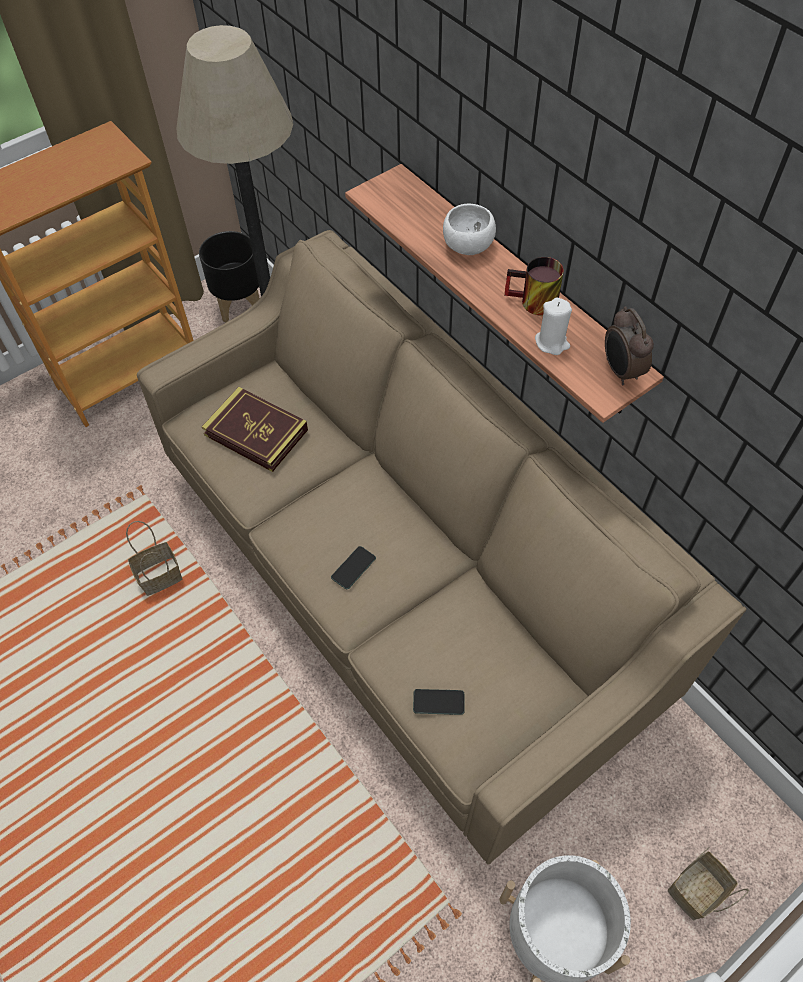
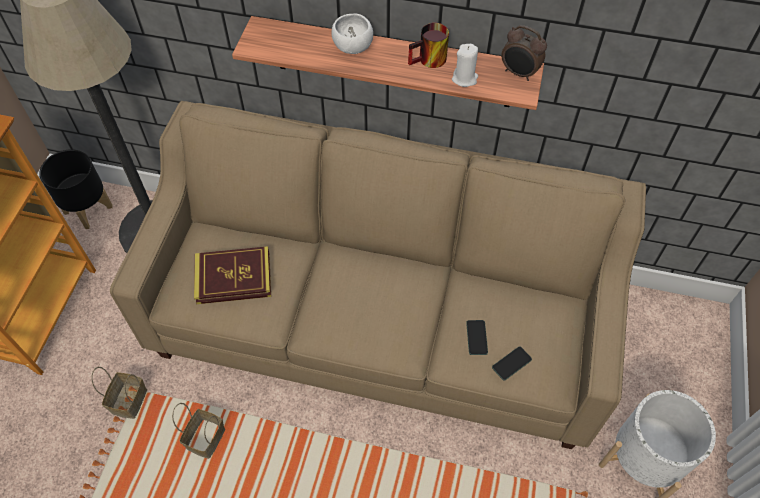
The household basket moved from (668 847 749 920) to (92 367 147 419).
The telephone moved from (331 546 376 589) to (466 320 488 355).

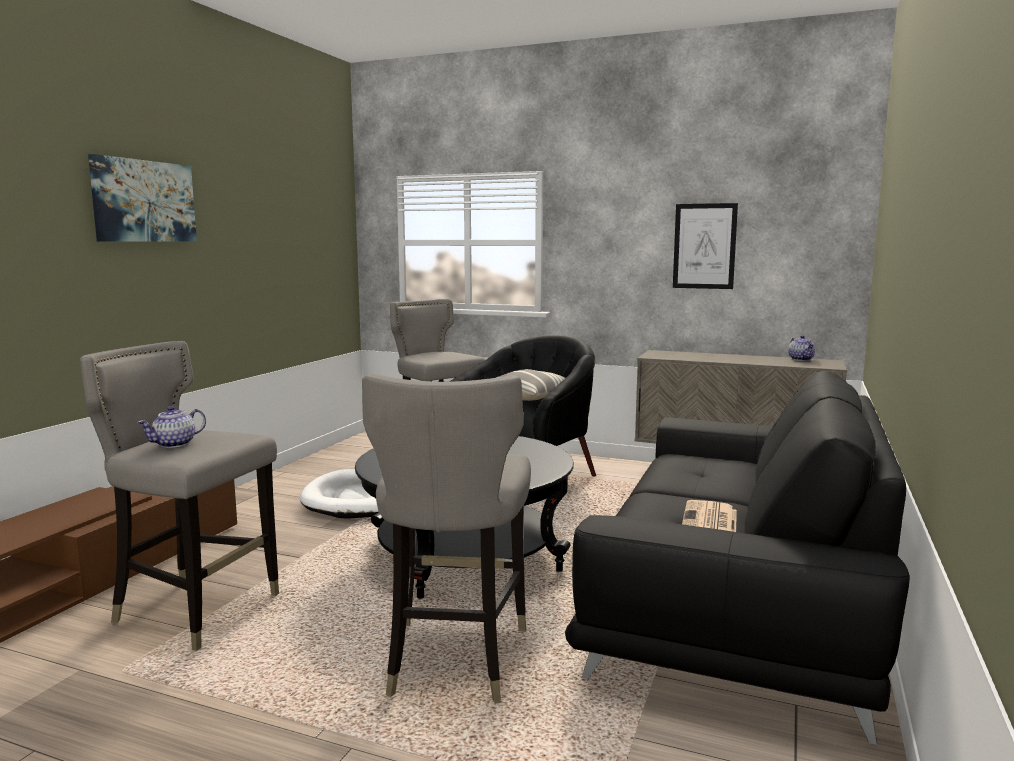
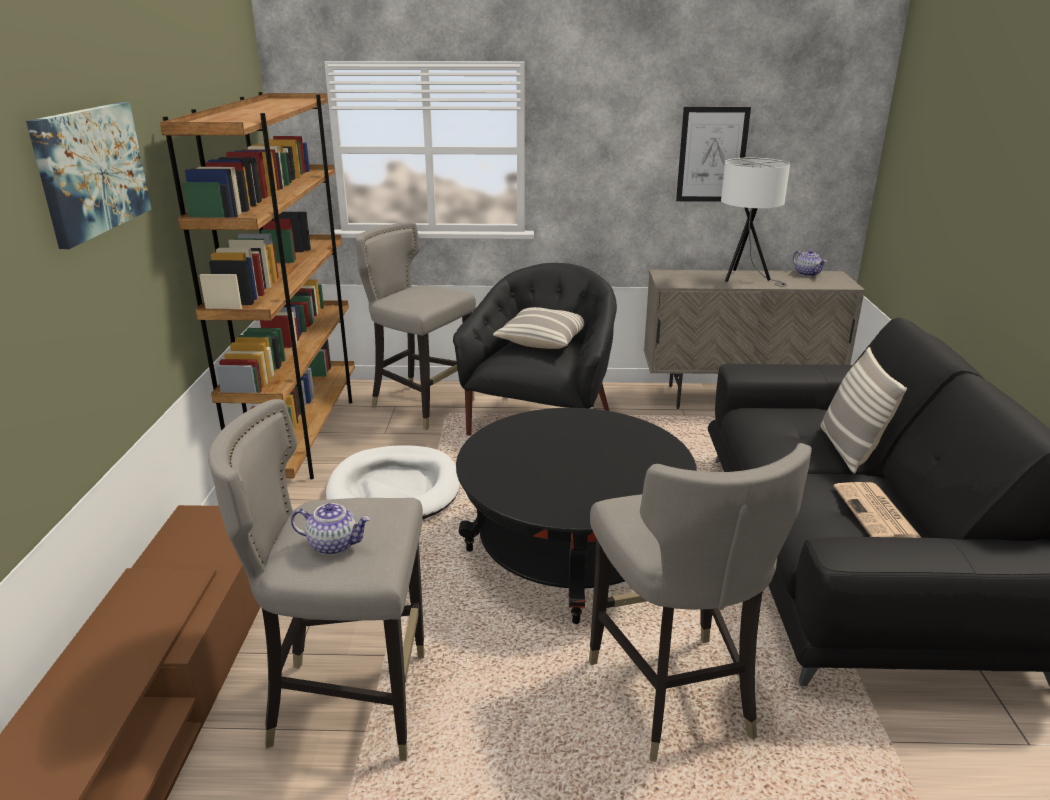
The brown-coloured bookshelf at (160 92 355 479) appeared.
The tea pot at (138 406 206 448) turned 105 degrees counterclockwise.
The white tabletop lamp at (721 158 790 286) appeared.
The pillow at (820 347 907 473) appeared.

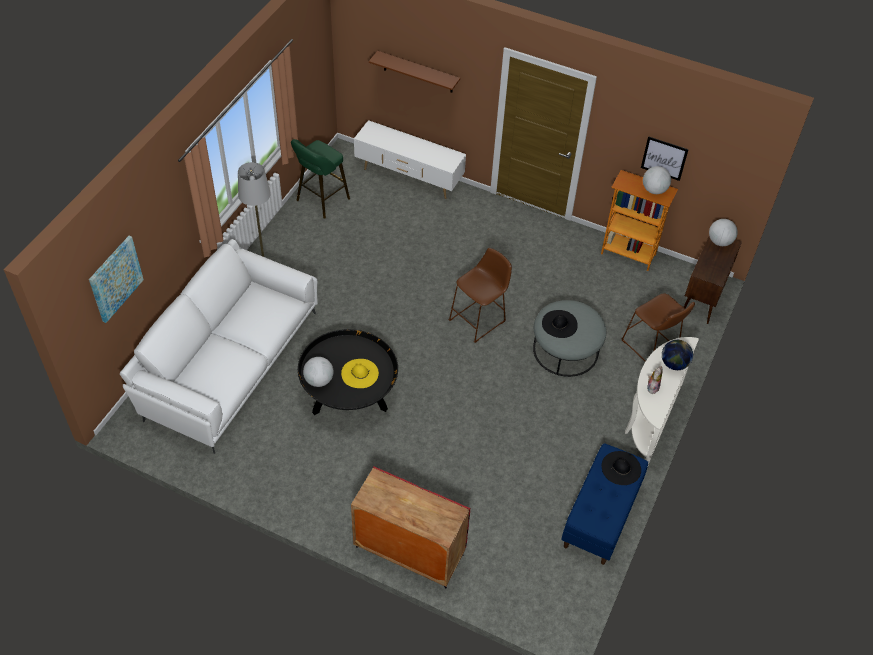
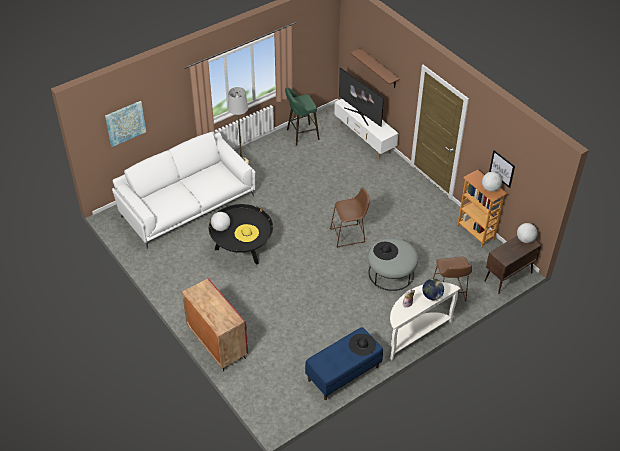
The TV set at (339 68 384 127) appeared.

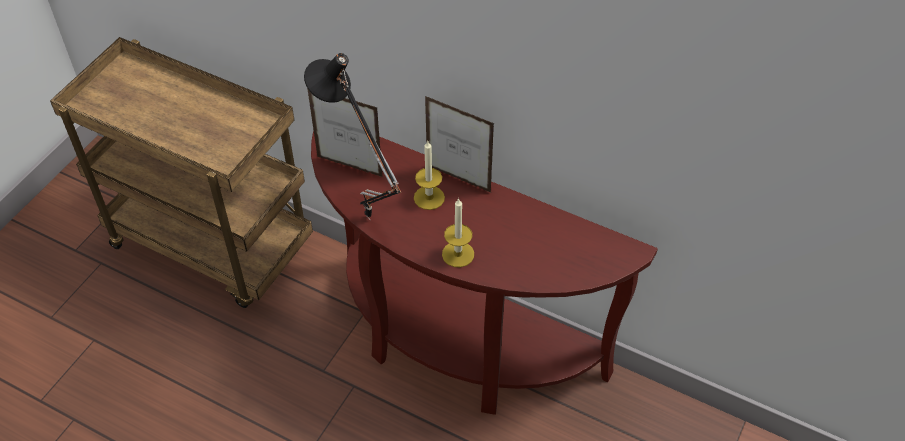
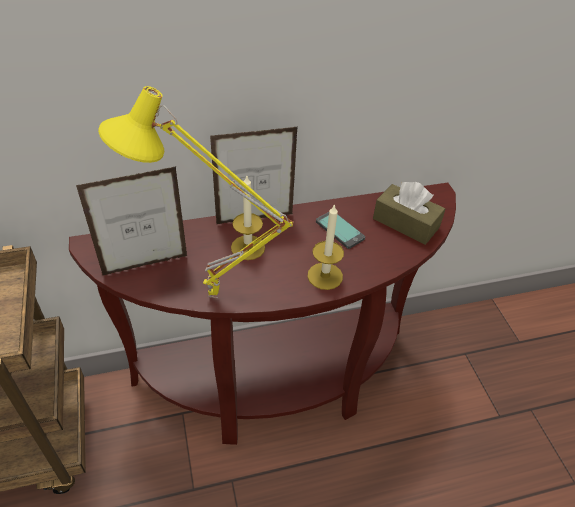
The black-coloured tabletop lamp at (304 53 401 220) became the yellow tabletop lamp at (98 86 294 298).
The telephone at (316 212 365 249) appeared.
The brown-coloured tissue box at (373 182 445 245) appeared.

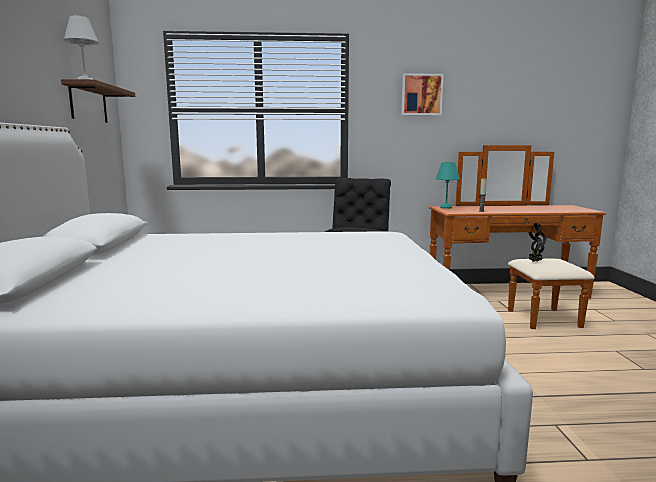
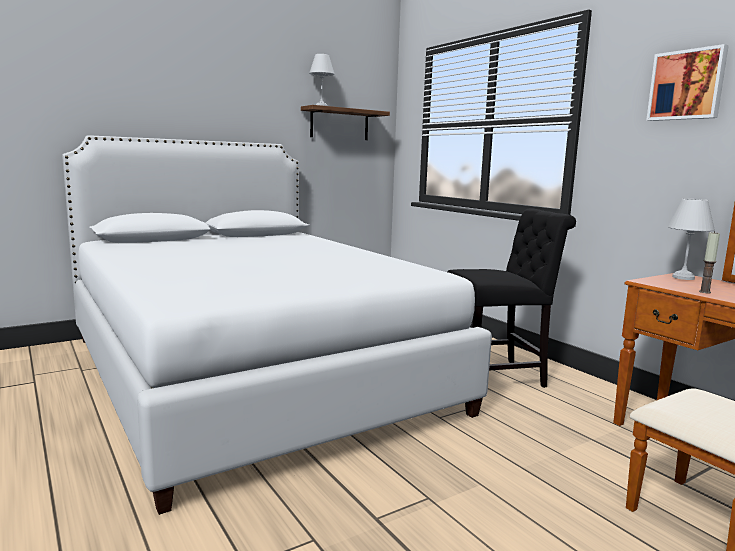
The turquoise tabletop lamp at (436 162 460 209) became the white tabletop lamp at (668 199 715 280).
The plant in a pot at (528 223 547 262) disappeared.

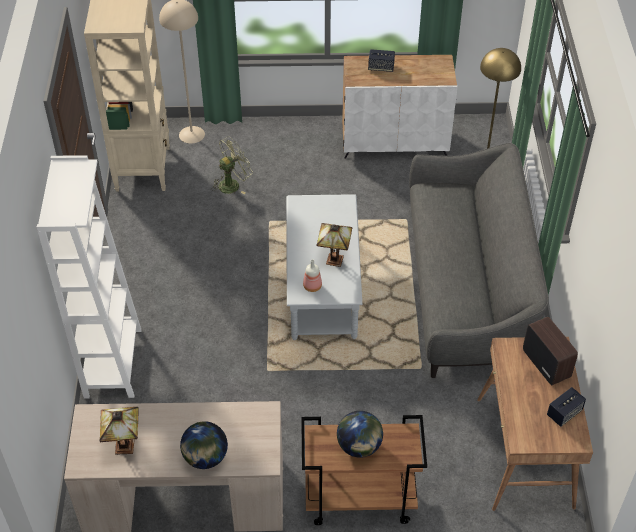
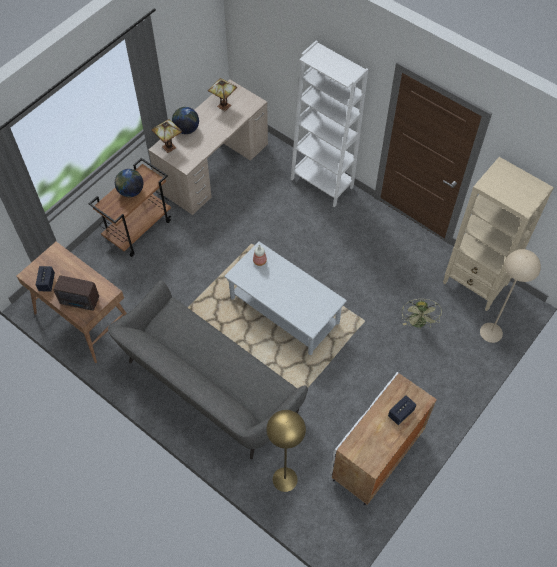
The tabletop lamp moved from (317 223 352 267) to (151 119 182 153).

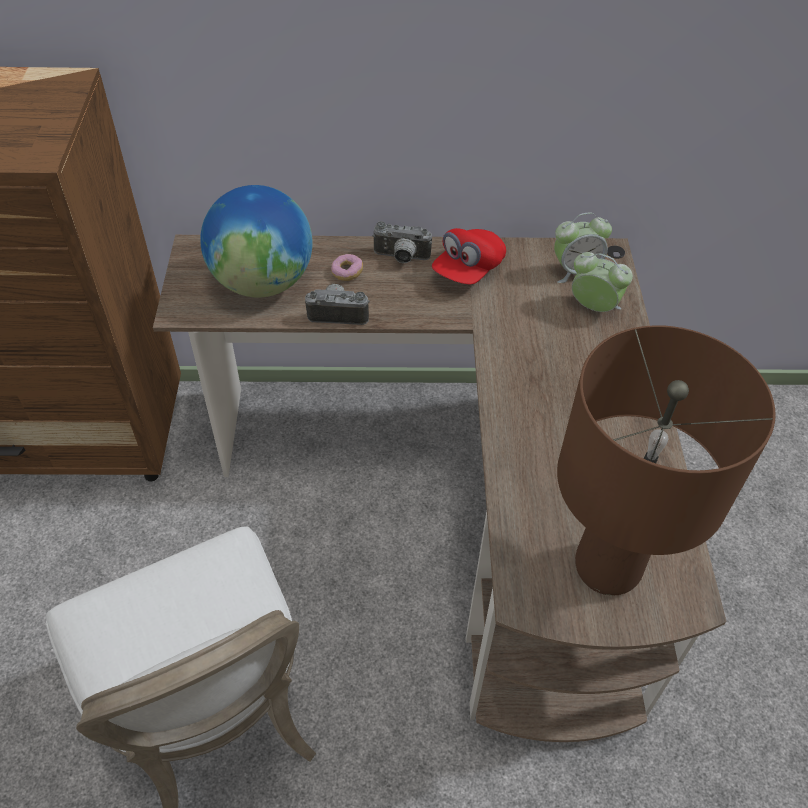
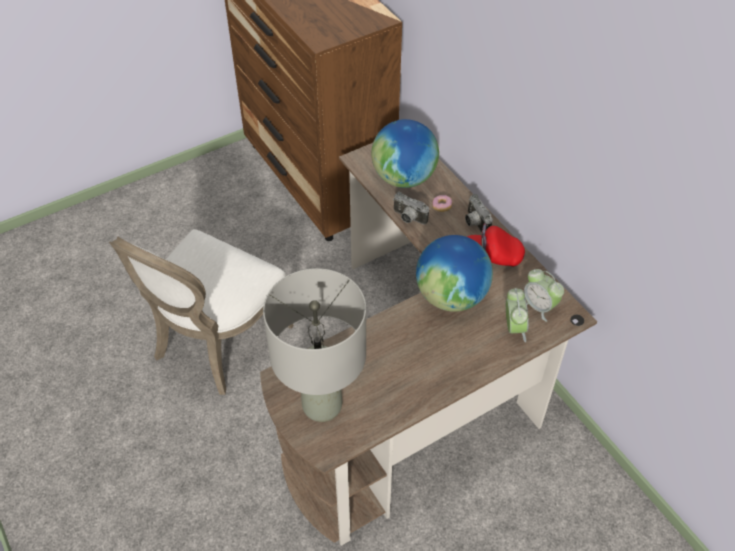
The brown-coloured tabletop lamp at (557 325 776 596) became the greyish tabletop lamp at (263 268 366 422).
The still camera at (305 284 370 325) turned 150 degrees clockwise.
The desk globe at (416 235 493 312) appeared.

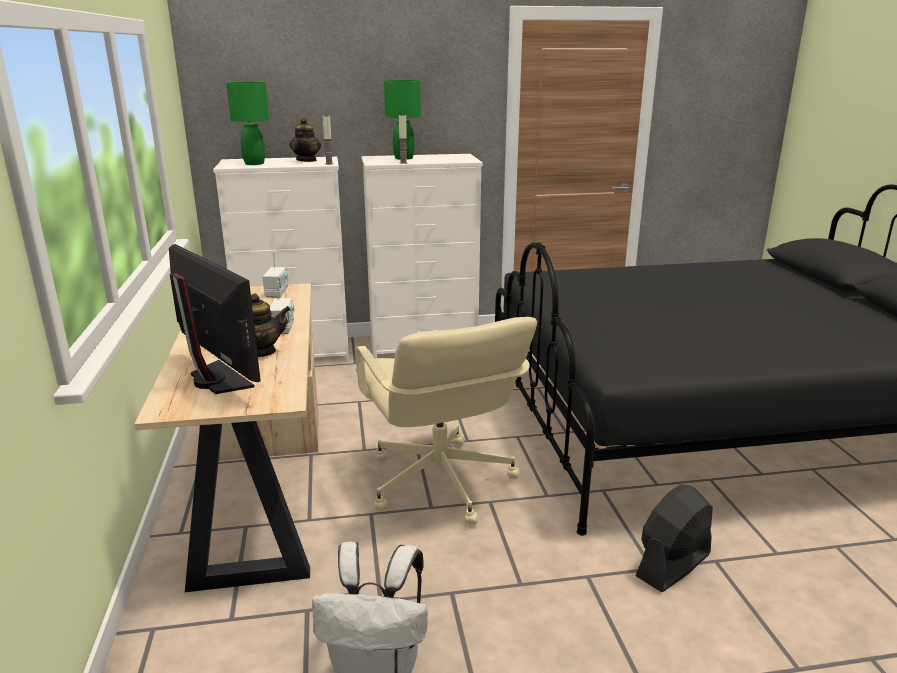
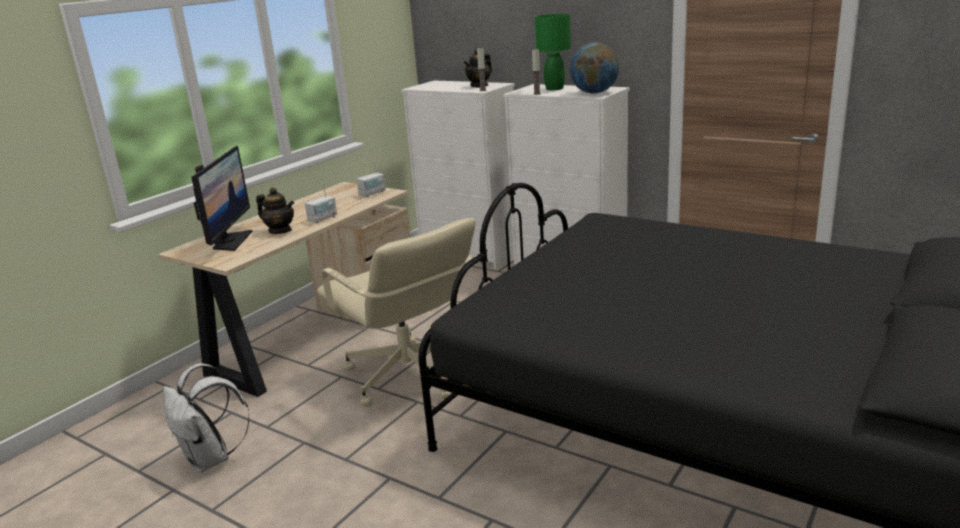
The beige office chair at (356 317 537 525) turned 60 degrees counterclockwise.
The desk globe at (569 42 619 93) appeared.
The green tabletop lamp at (226 81 269 165) disappeared.
The black-coloured electric fan at (636 484 713 592) disappeared.

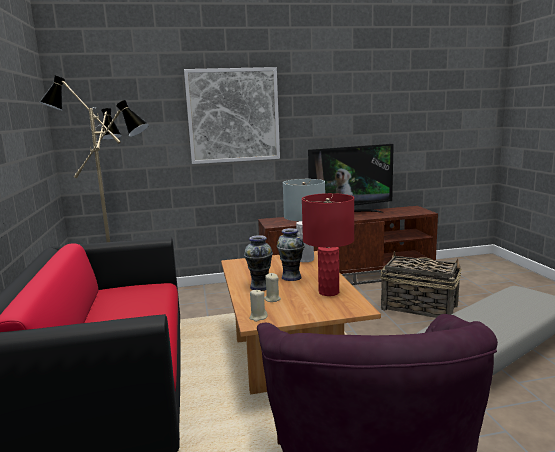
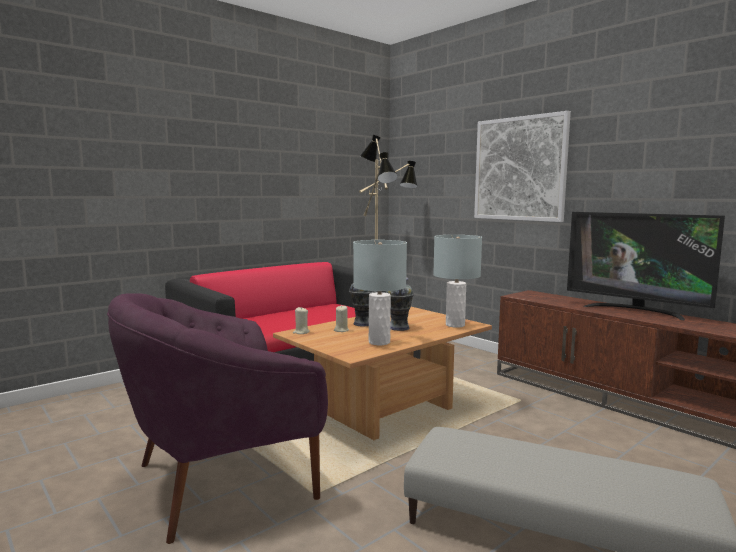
The red tabletop lamp at (302 193 354 296) became the greyish tabletop lamp at (353 240 407 345).
The household basket at (380 251 462 318) disappeared.

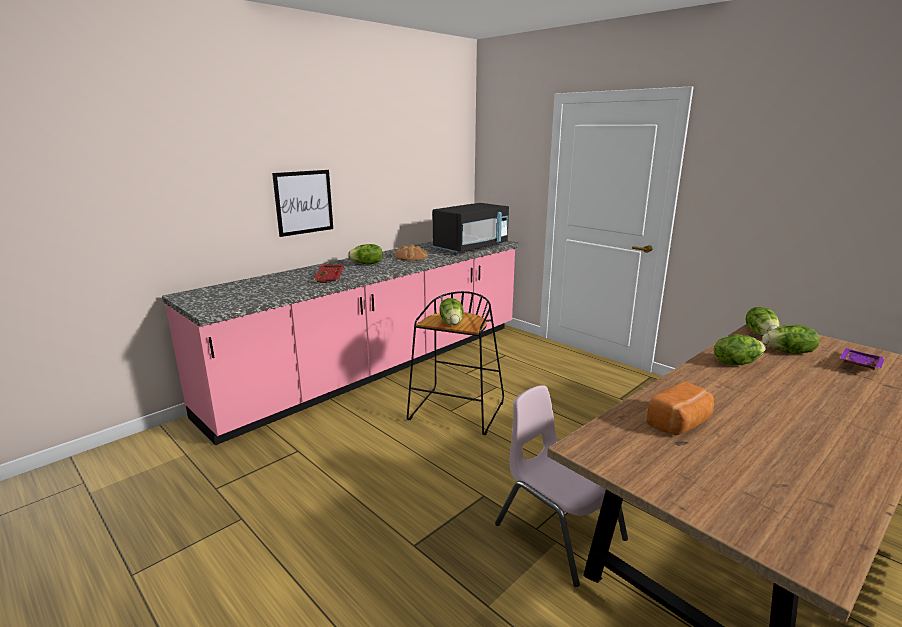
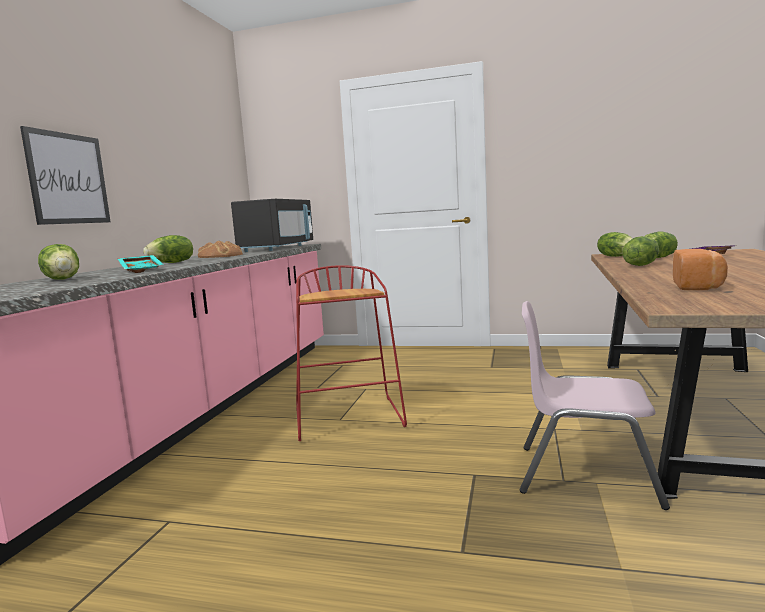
The lettuce moved from (439 298 463 325) to (38 244 79 280).
The red tray at (313 264 345 283) became the turquoise tray at (118 255 163 273).
The black-coloured sitting stool at (407 291 504 435) became the red sitting stool at (296 265 407 441).

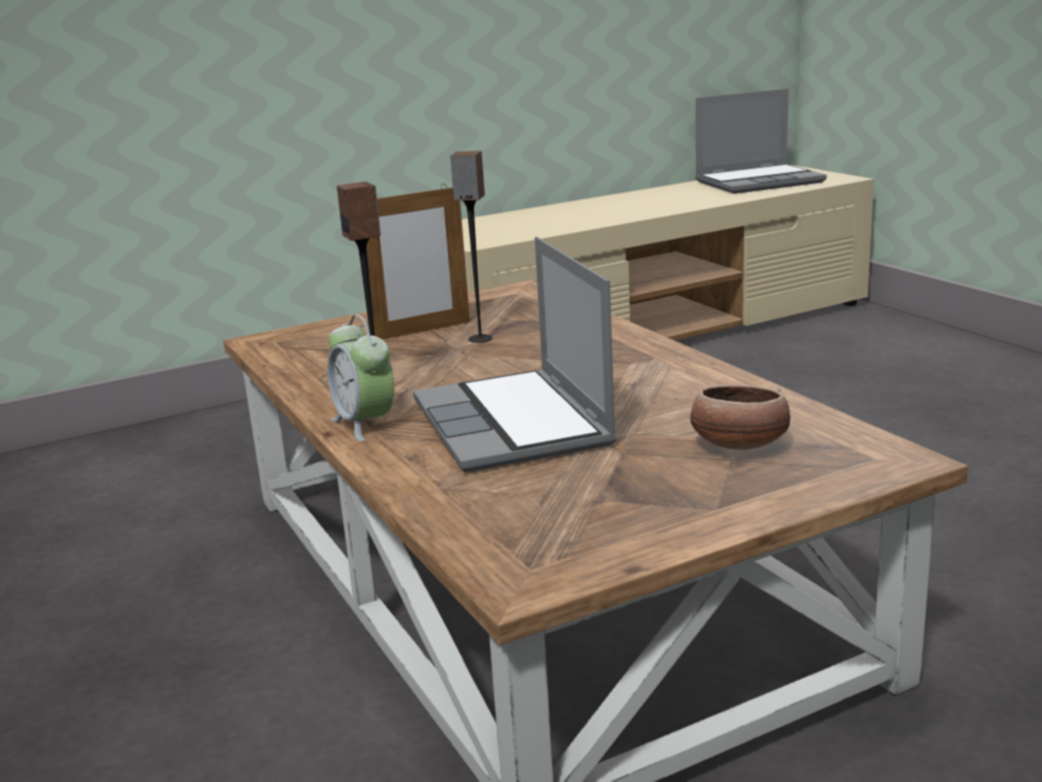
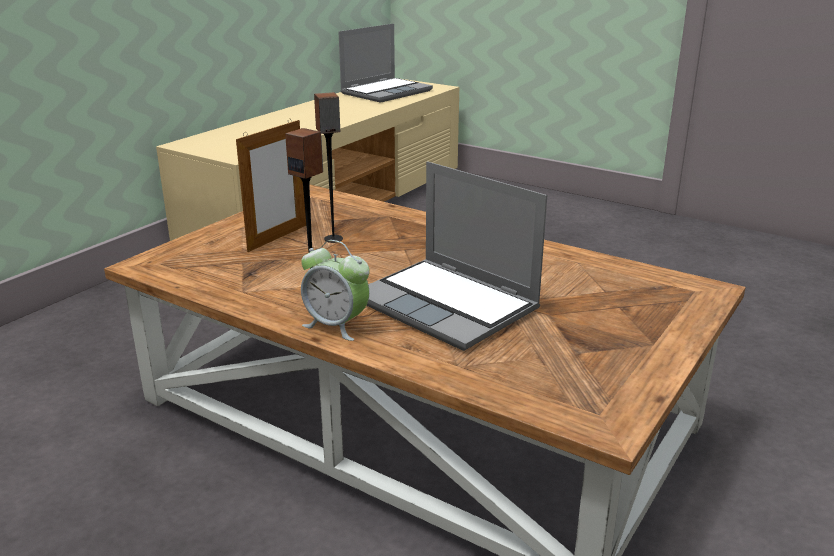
The serving bowl at (690 384 790 450) disappeared.

